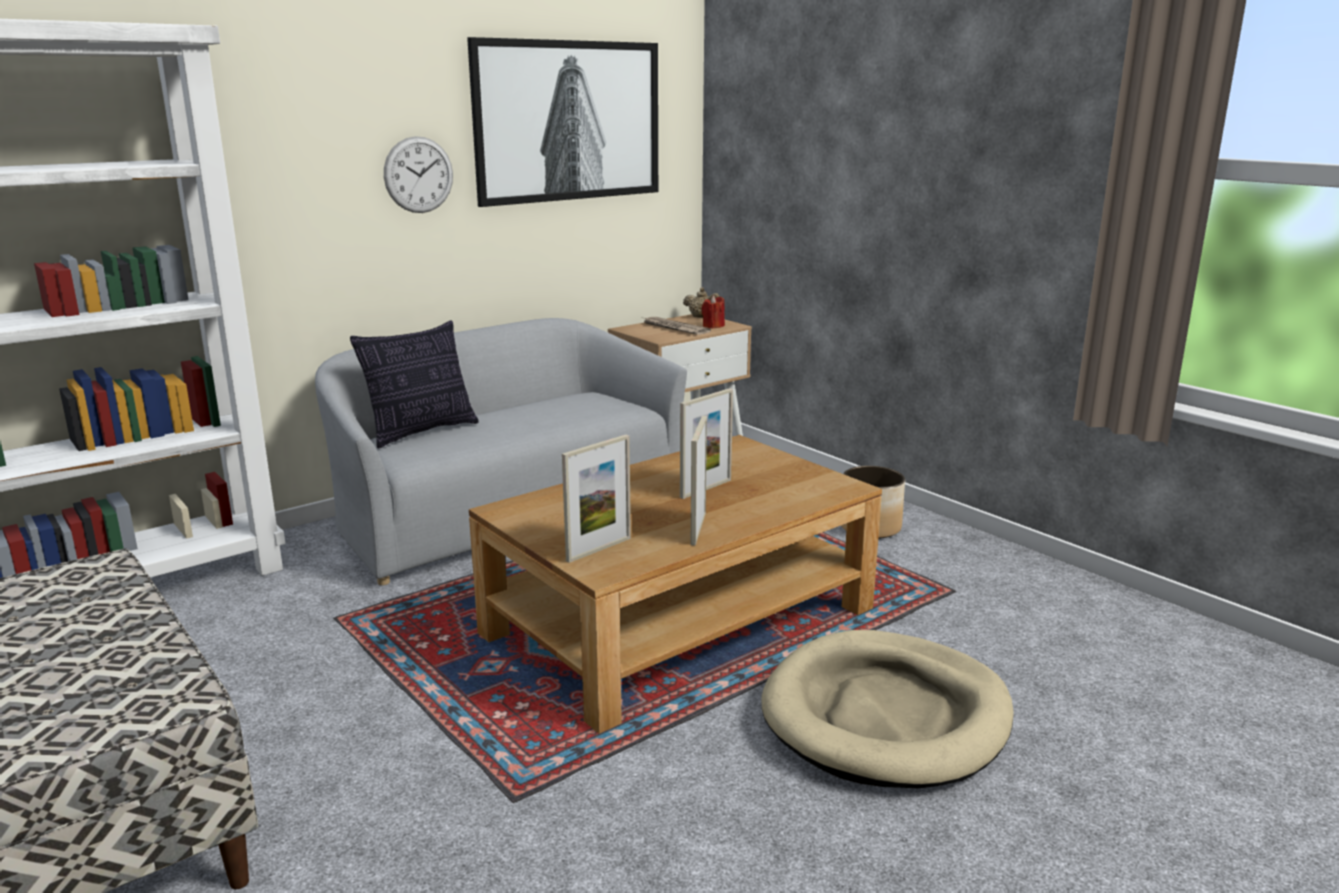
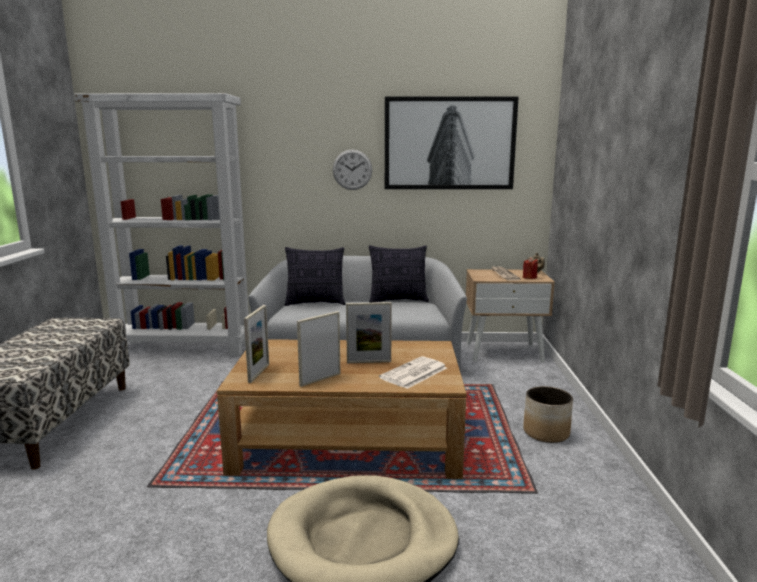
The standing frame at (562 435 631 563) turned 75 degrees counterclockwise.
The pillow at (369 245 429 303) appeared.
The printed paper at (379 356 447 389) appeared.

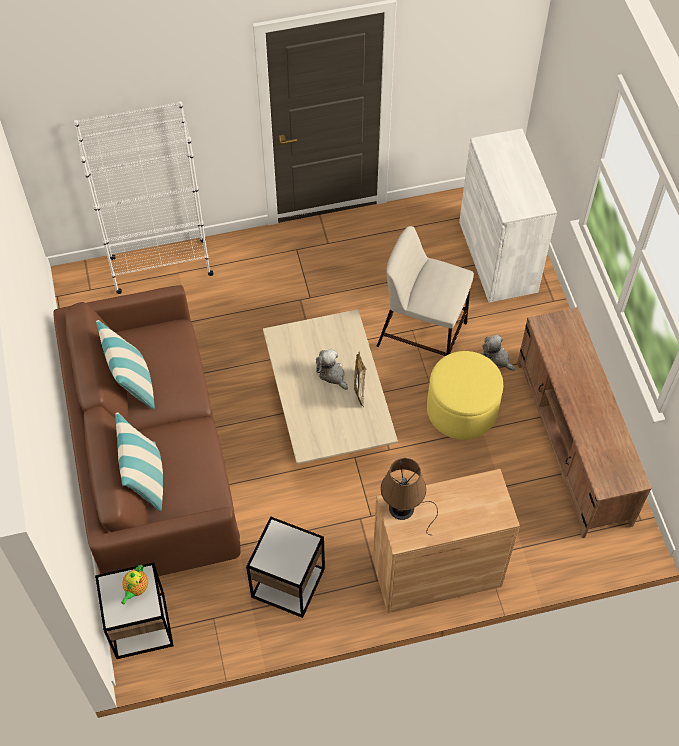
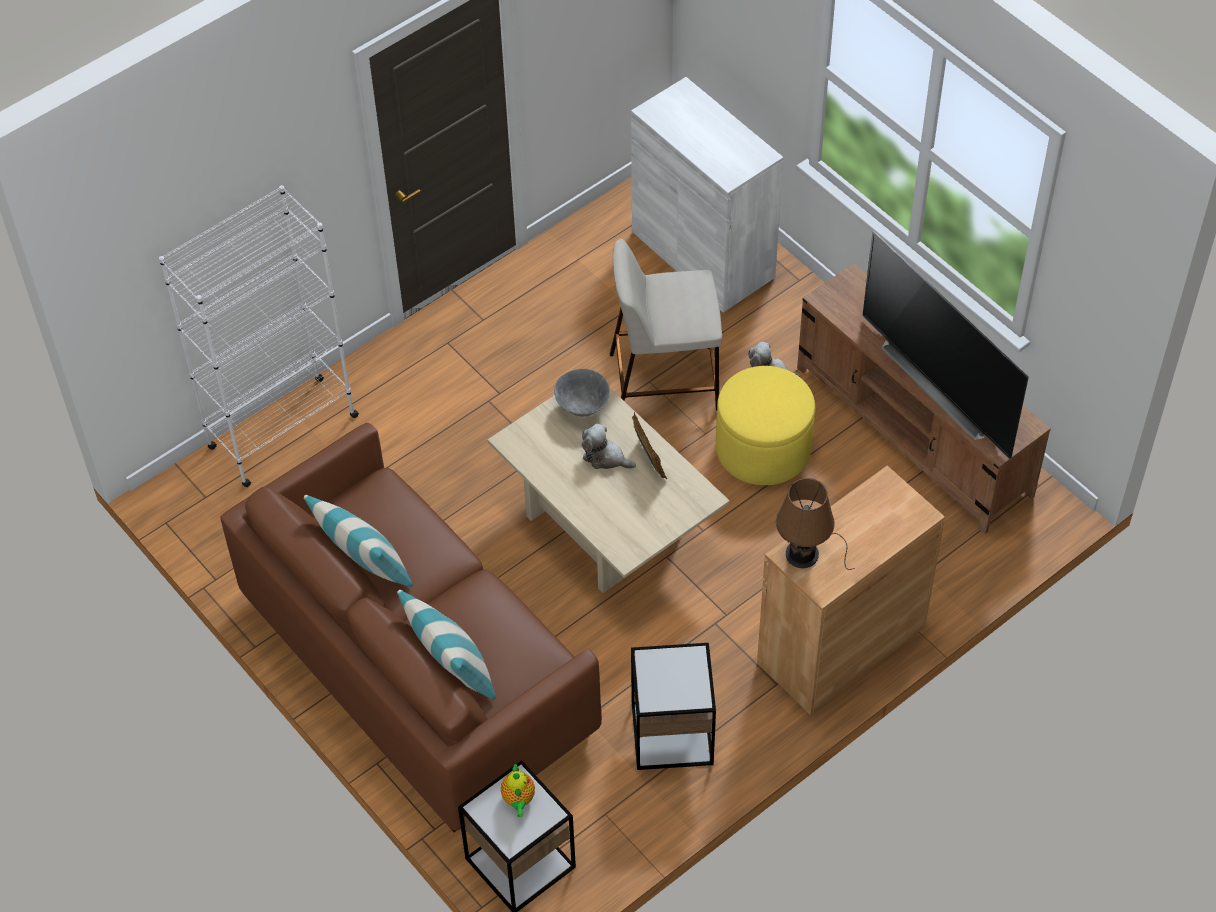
The greyish serving bowl at (554 369 610 417) appeared.
The TV set at (862 231 1029 459) appeared.

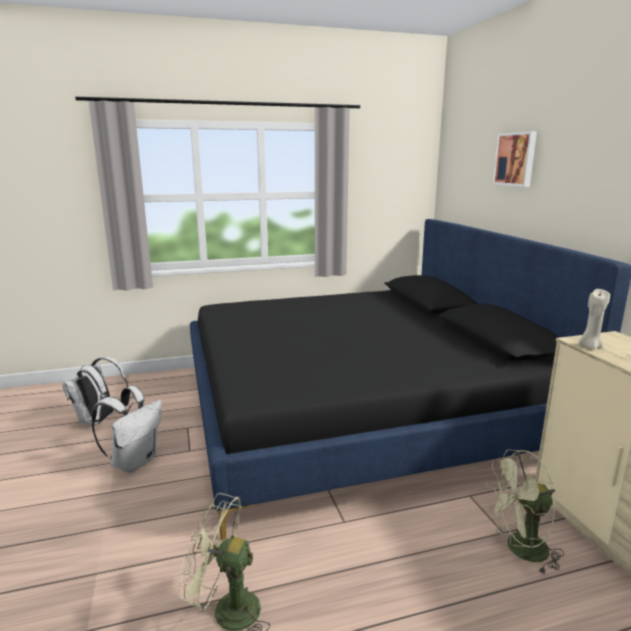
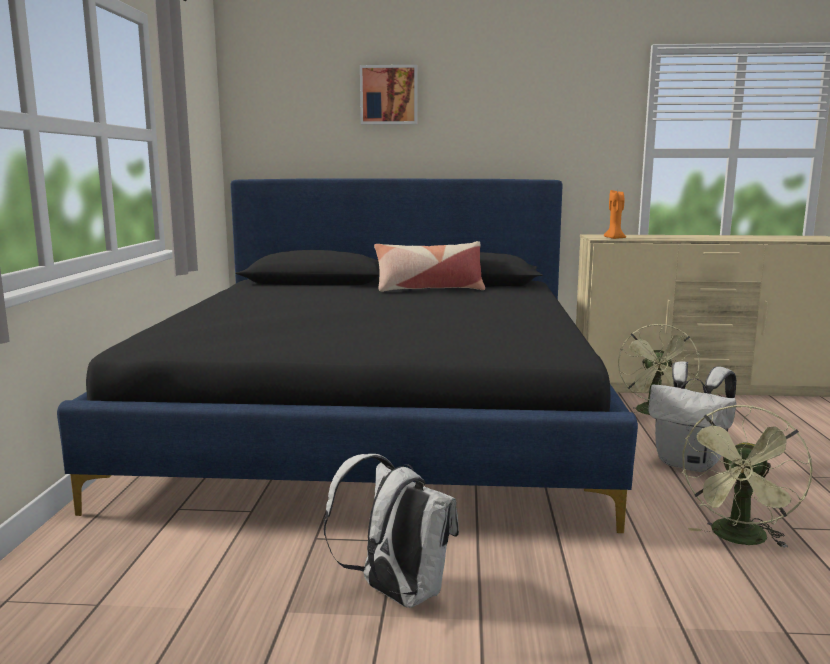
The pillow at (374 241 485 292) appeared.
The beige wax candle at (578 289 610 349) became the orange-coloured wax candle at (604 190 626 239).
The white knapsack moved from (63 357 128 425) to (648 361 736 472).

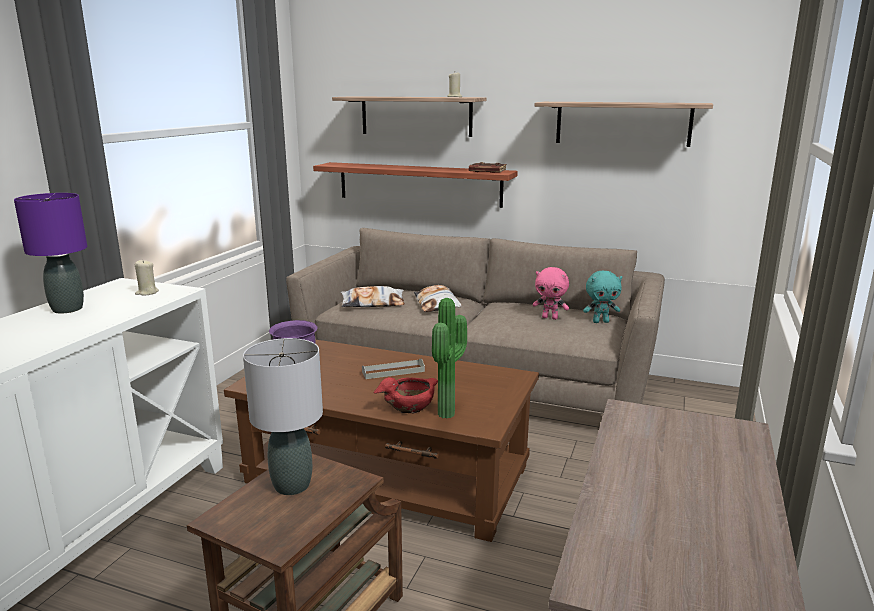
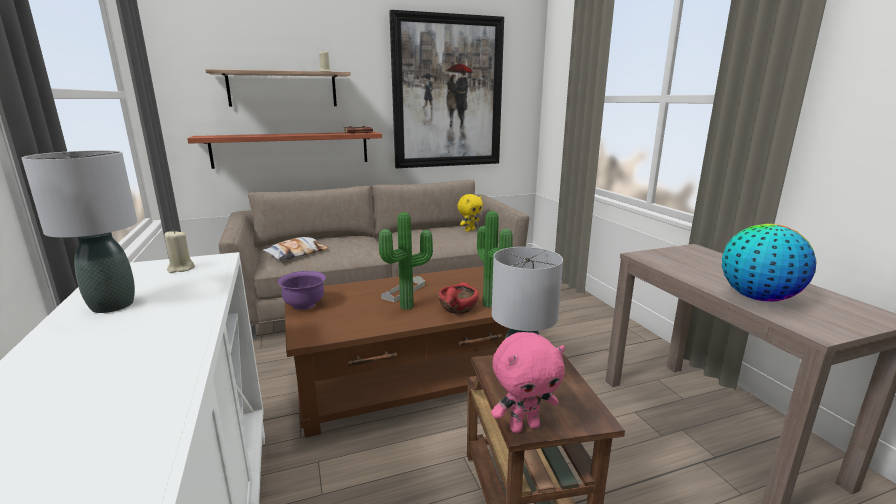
The purple-coloured tabletop lamp at (14 193 87 313) became the greyish tabletop lamp at (22 150 137 313).
The plant in a pot at (379 212 433 310) appeared.
The bracket shelf at (535 102 713 147) was replaced by the wall art at (389 10 504 168).
The turquoise plush toy at (583 270 622 323) became the yellow plush toy at (457 194 483 232).
The pinkish plush toy moved from (532 267 569 320) to (491 332 565 433).
The desk globe at (722 224 817 302) appeared.
The pillow at (414 285 462 312) disappeared.

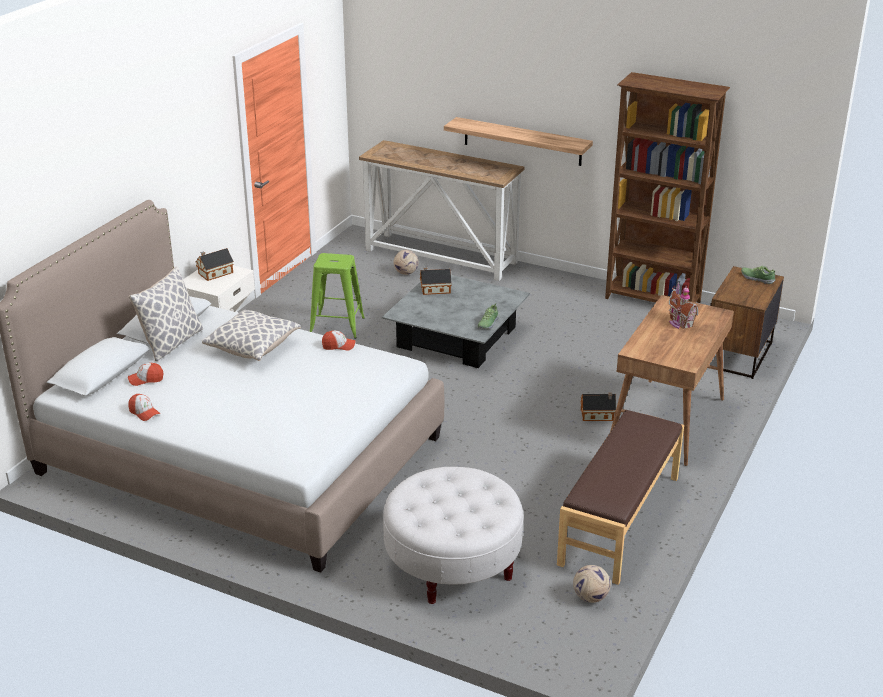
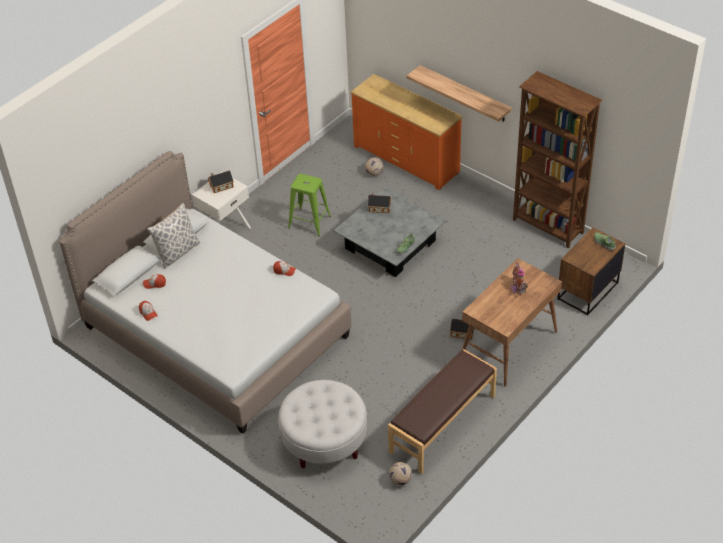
The hall table at (359 140 525 281) was replaced by the orange-coloured chest of drawers at (351 74 462 190).
The pillow at (202 310 301 361) disappeared.

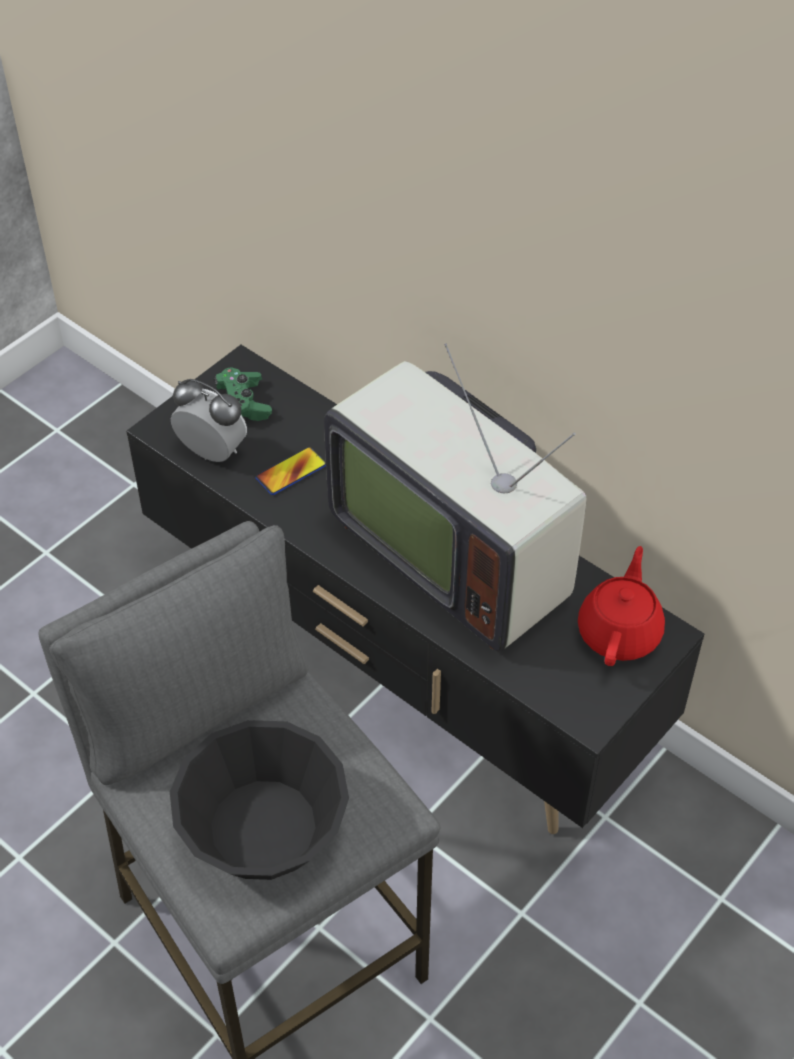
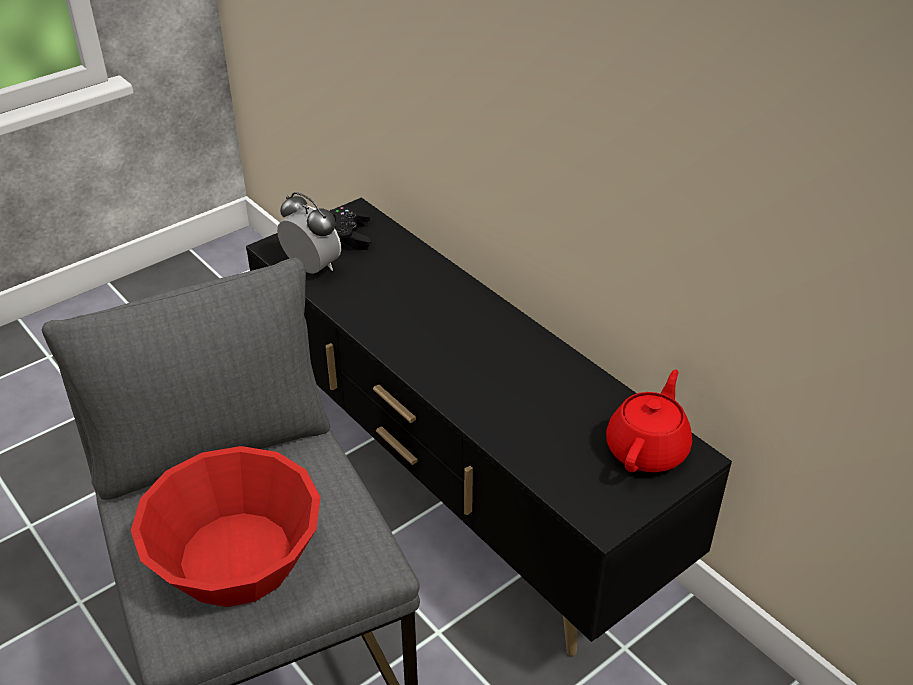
The black-coloured serving bowl at (170 720 349 880) became the red serving bowl at (131 446 320 607).
The green gamepad at (214 368 272 421) became the black-coloured gamepad at (329 206 371 250).
The telephone at (256 447 326 495) disappeared.
The TV set at (324 343 587 651) disappeared.

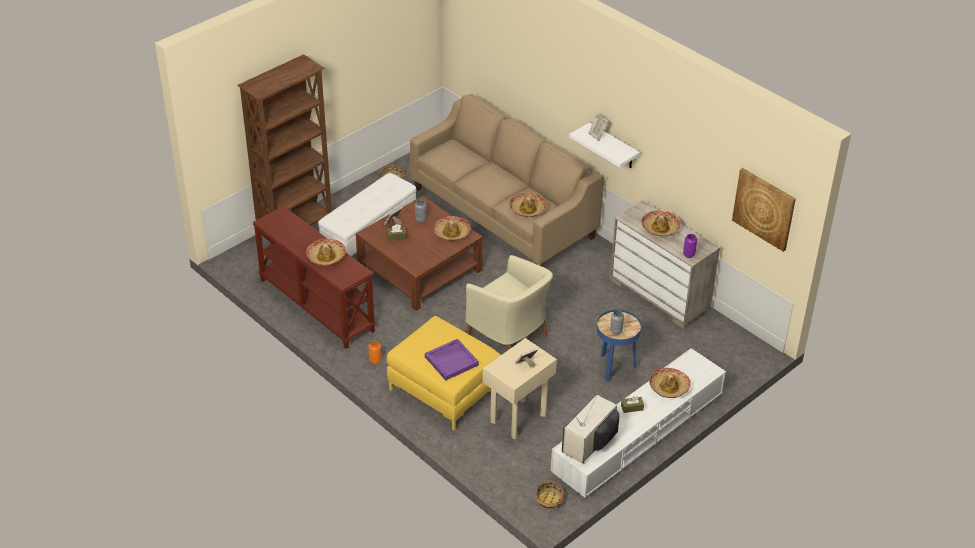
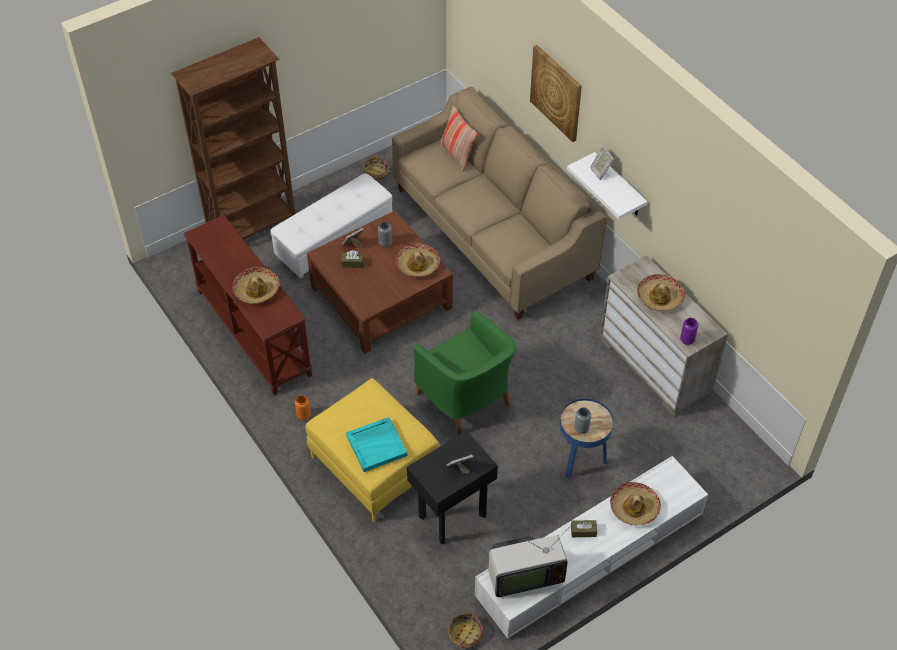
The purple-coloured tray at (425 339 479 381) became the turquoise tray at (346 417 407 472).
The beige end table at (483 338 557 439) became the black-coloured end table at (407 431 498 544).
The beige armchair at (465 255 553 351) became the green armchair at (413 310 516 436).
The pillow at (440 106 478 171) appeared.
The TV set at (562 394 620 463) turned 150 degrees counterclockwise.
The wall art moved from (732 168 796 252) to (530 45 582 142).
The hat at (509 192 547 217) disappeared.

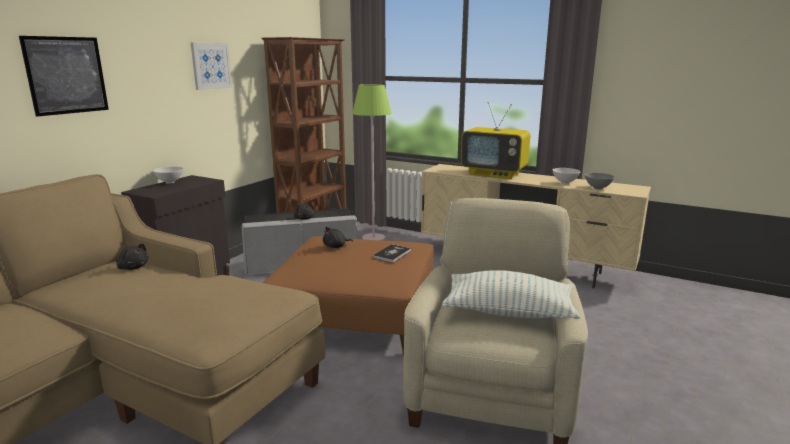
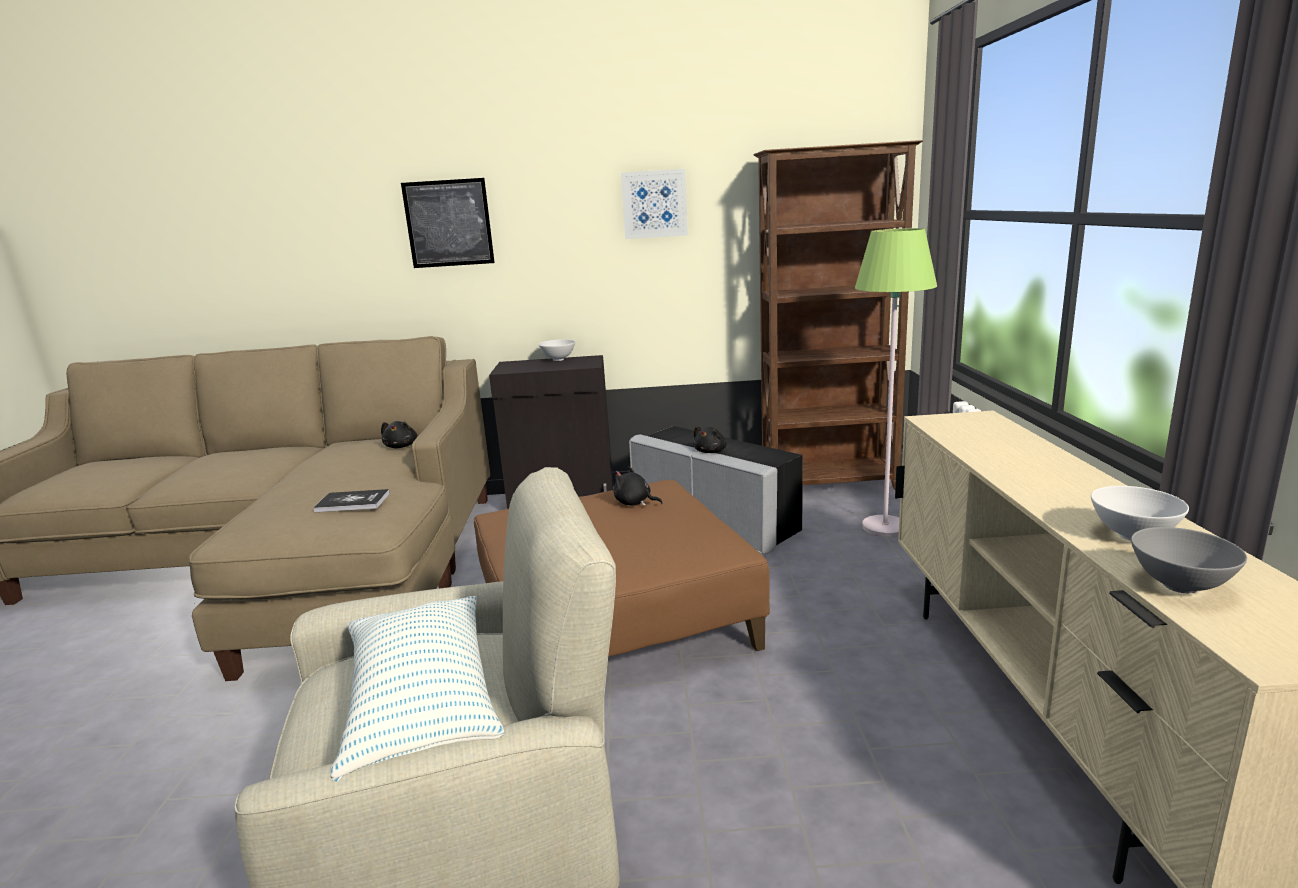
The bound book moved from (373 244 411 262) to (313 489 390 512).
The TV set at (461 102 530 179) disappeared.

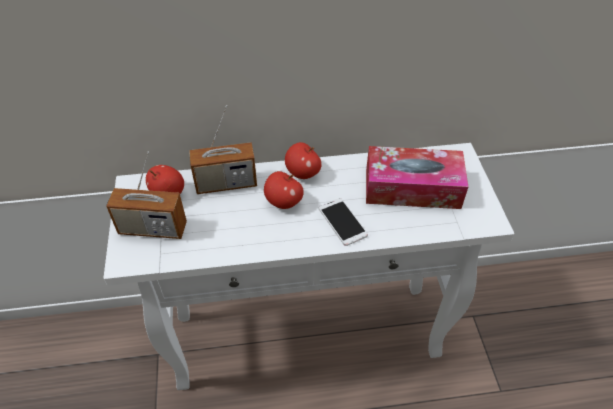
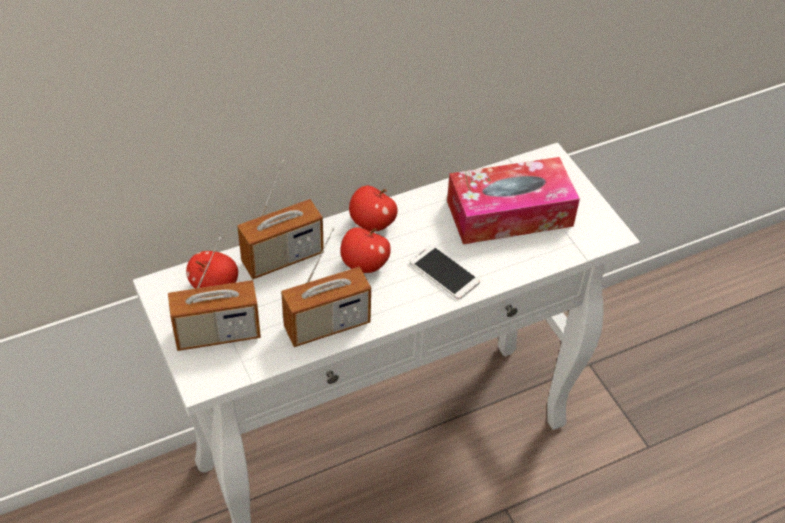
The radio at (281 227 371 347) appeared.

